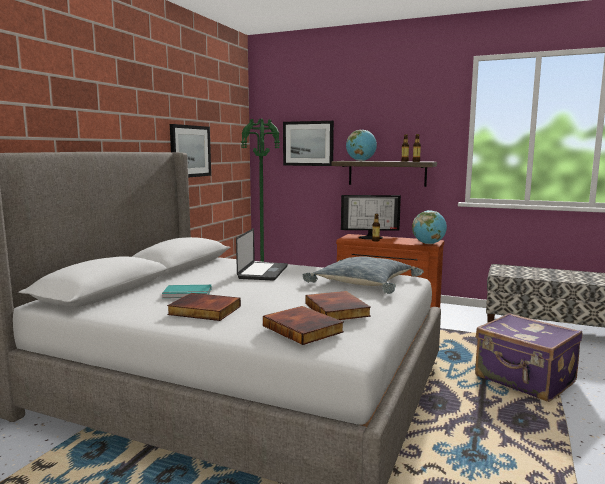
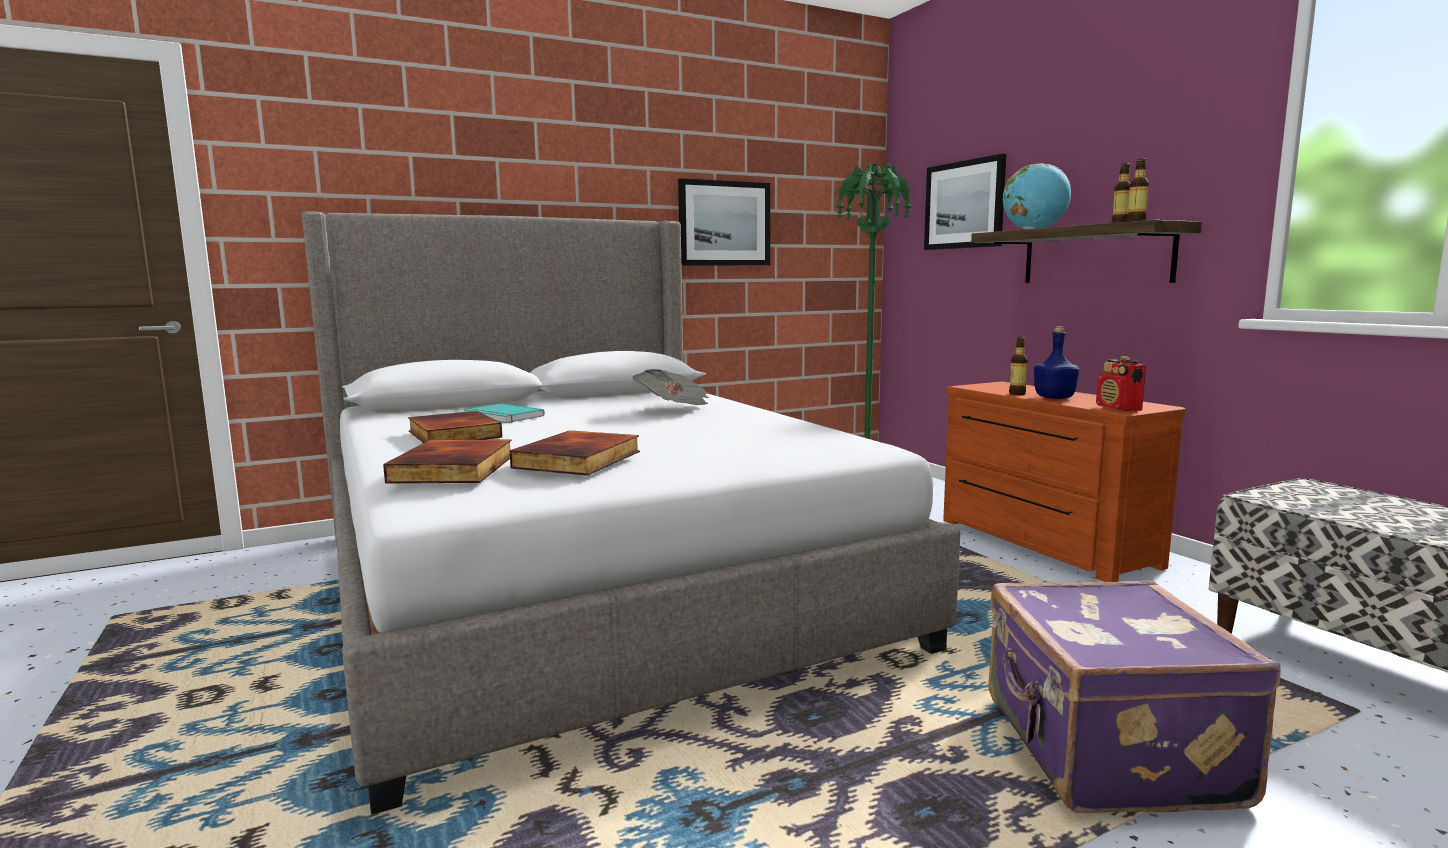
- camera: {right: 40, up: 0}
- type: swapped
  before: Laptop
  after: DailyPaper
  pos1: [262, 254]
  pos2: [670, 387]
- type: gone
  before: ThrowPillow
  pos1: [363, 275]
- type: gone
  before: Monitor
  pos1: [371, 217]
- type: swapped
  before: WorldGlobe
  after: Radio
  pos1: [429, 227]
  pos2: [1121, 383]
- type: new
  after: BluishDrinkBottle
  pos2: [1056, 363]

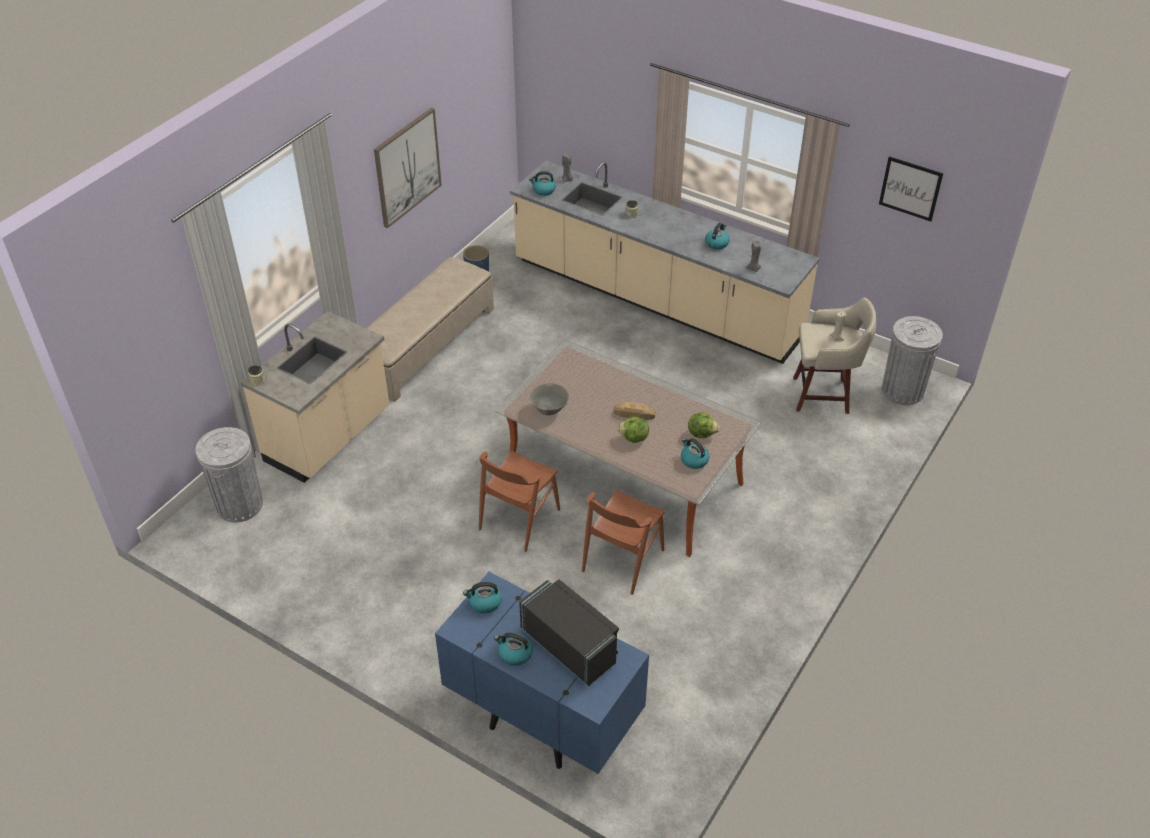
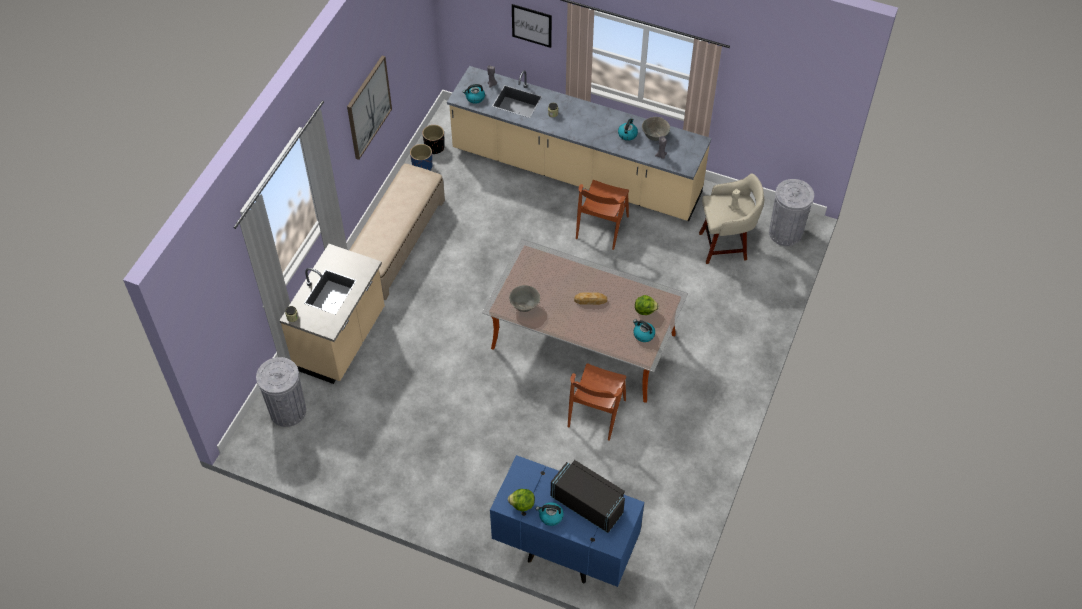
- camera: {right: -10, up: 10}
- type: gone
  before: TeaKettle
  pos1: [482, 597]
- type: shifted
  before: BrownUprightChair
  pos1: [519, 501]
  pos2: [602, 215]
- type: shifted
  before: LettuceHead
  pos1: [633, 430]
  pos2: [521, 500]
- type: shifted
  before: WallArt
  pos1: [911, 189]
  pos2: [532, 26]
- type: new
  after: BlackColouredPlanter
  pos2: [433, 139]
- type: new
  after: GreyishBowl
  pos2: [656, 129]

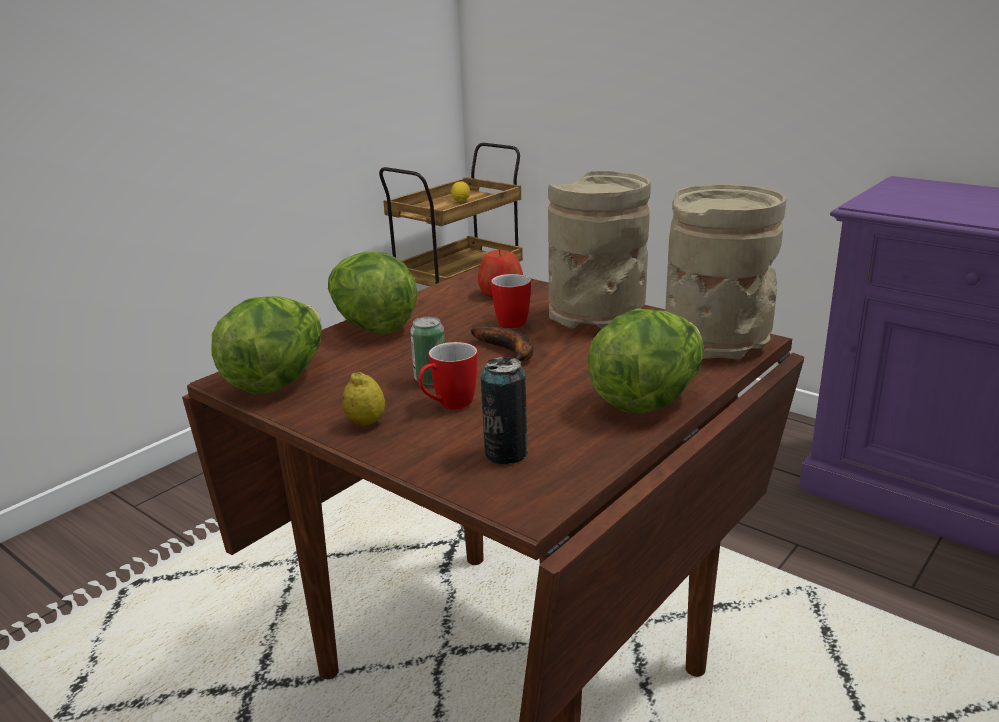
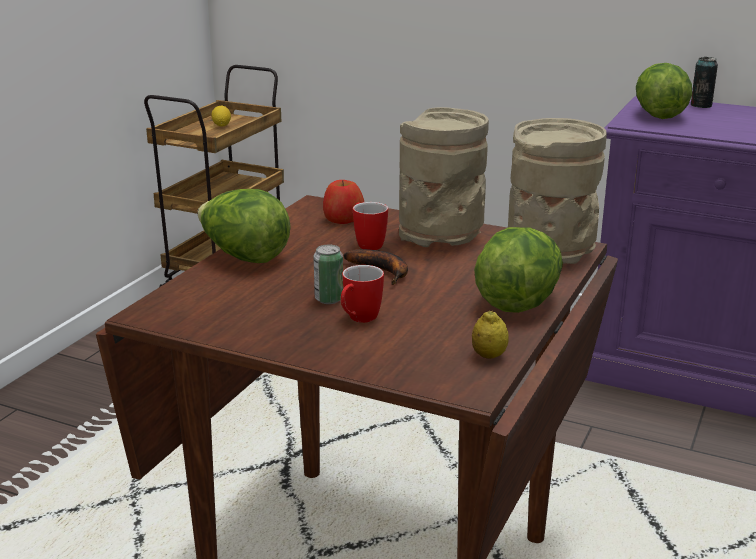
- camera: {right: -15, up: 0}
- type: shifted
  before: LettuceHead
  pos1: [267, 345]
  pos2: [664, 91]
- type: shifted
  before: CitrusFruit
  pos1: [363, 399]
  pos2: [490, 335]
- type: shifted
  before: SealedCan
  pos1: [505, 411]
  pos2: [704, 82]

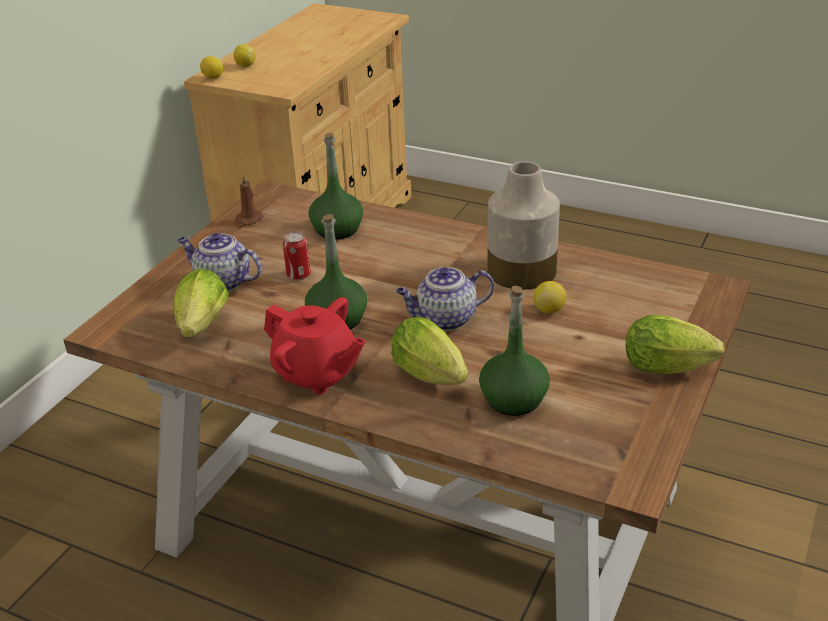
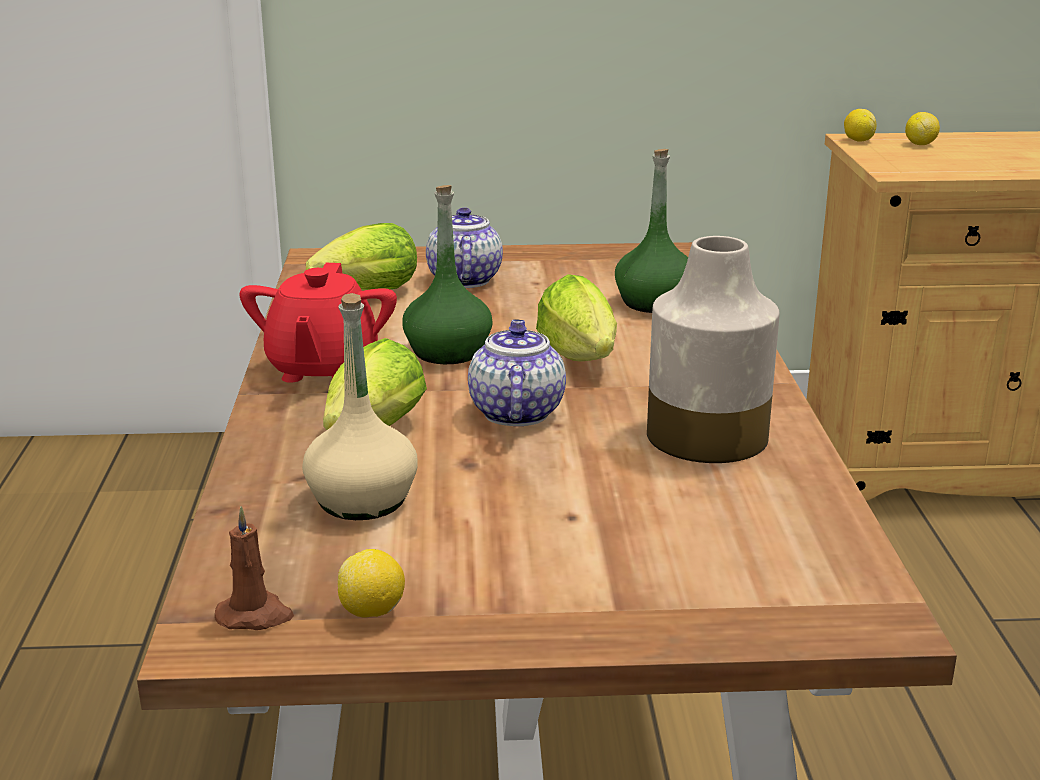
- camera: {right: 60, up: -10}
- type: shifted
  before: BrownWaxCandle
  pos1: [249, 199]
  pos2: [254, 568]
- type: gone
  before: SealedCan
  pos1: [297, 256]
- type: rotated
  before: TeaPot
  pos1: [445, 299]
  pos2: [517, 373]
  turn: 45
- type: repainted
  before: GreenishDrinkBottle
  after: SandColouredDrinkBottle
  pos1: [514, 351]
  pos2: [360, 406]
- type: shifted
  before: CitrusFruit
  pos1: [550, 297]
  pos2: [371, 583]
- type: shifted
  before: LettuceHead
  pos1: [675, 344]
  pos2: [576, 317]

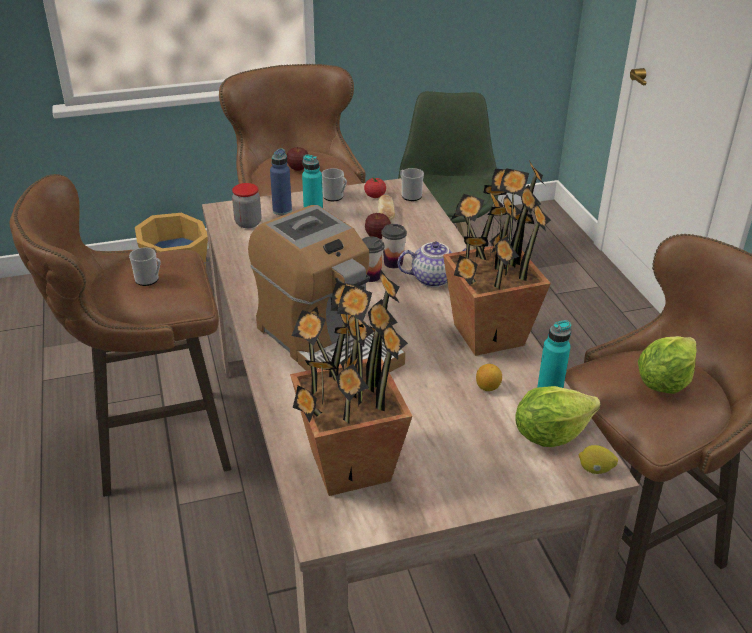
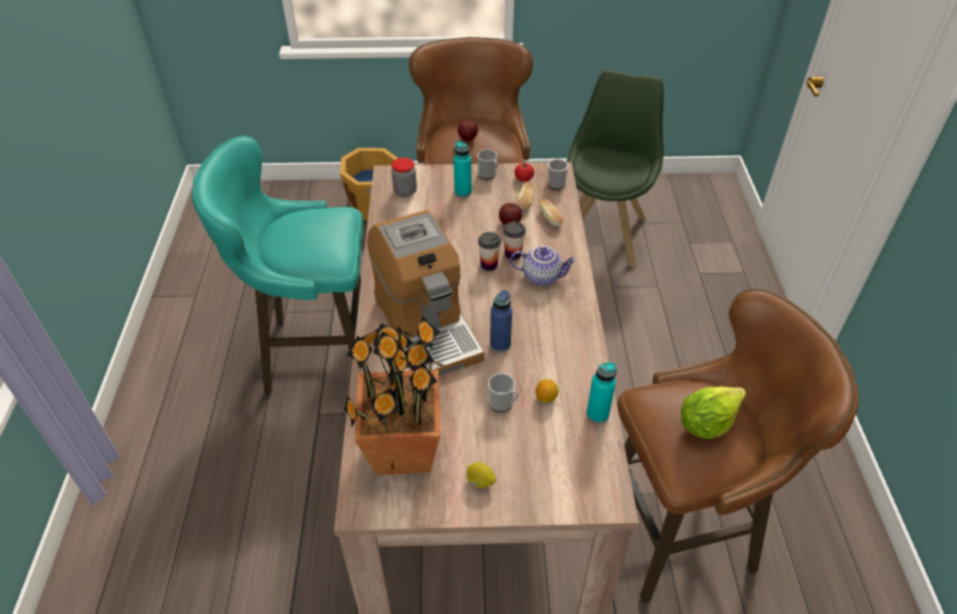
- camera: {right: 15, up: 10}
- type: repainted
  before: BrownSittingStool
  after: TurquoiseSittingStool
  pos1: [120, 335]
  pos2: [277, 265]
- type: shifted
  before: TeaMug
  pos1: [145, 266]
  pos2: [503, 392]
- type: shifted
  before: BluishDrinkBottle
  pos1: [281, 182]
  pos2: [501, 321]
- type: gone
  before: PottedPlant
  pos1: [497, 258]
- type: gone
  before: LettuceHead
  pos1: [558, 416]
- type: shifted
  before: CitrusFruit
  pos1: [598, 459]
  pos2: [481, 475]
- type: new
  after: Bread
  pos2: [551, 212]

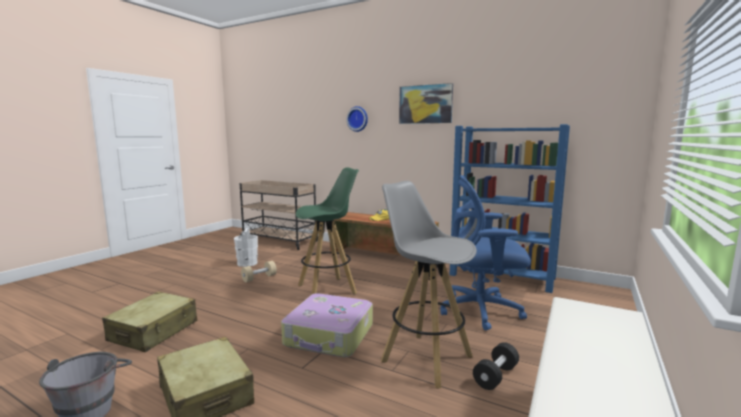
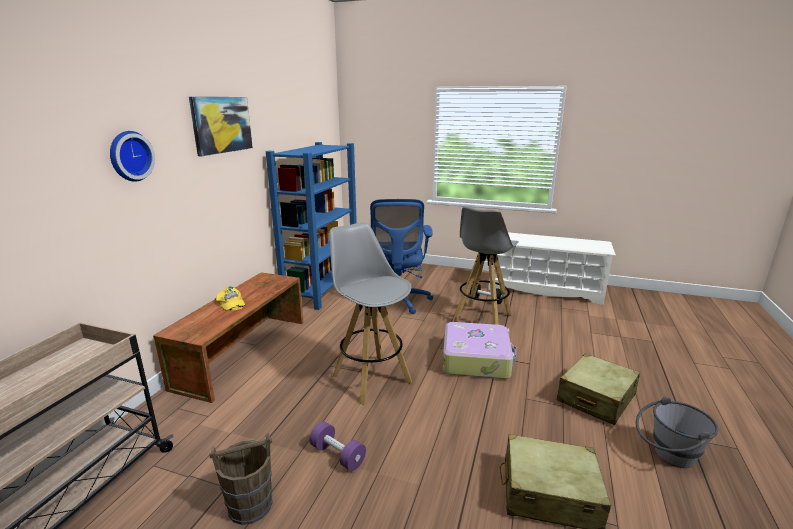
- camera: {right: -100, up: 10}
- type: repainted
  before: WhiteBucket
  after: BrownBucket
  pos1: [246, 246]
  pos2: [241, 479]
- type: repainted
  before: SandColouredHandWeight
  after: PurplishHandWeight
  pos1: [259, 271]
  pos2: [337, 446]
- type: repainted
  before: GreenishSittingStool
  after: GreyishSittingStool
  pos1: [327, 230]
  pos2: [370, 313]

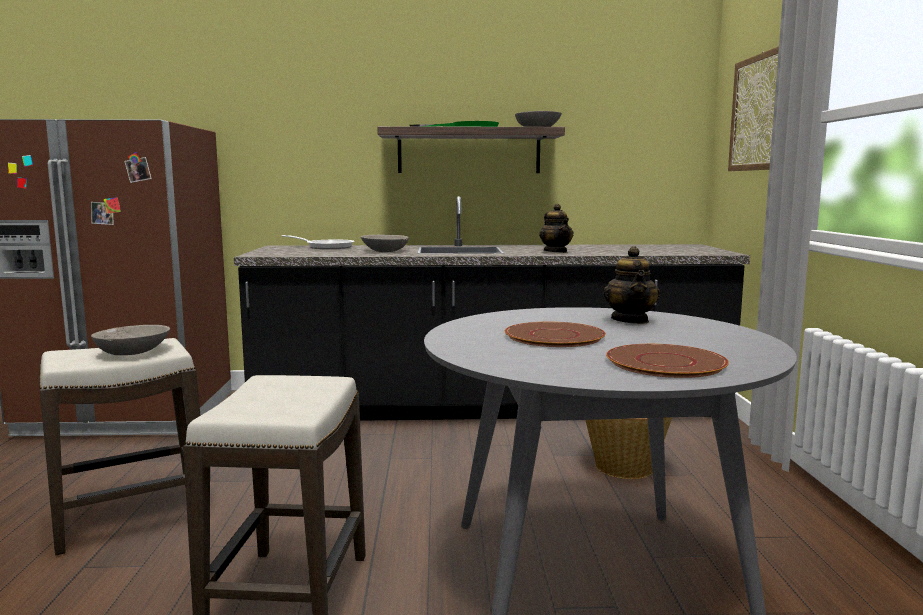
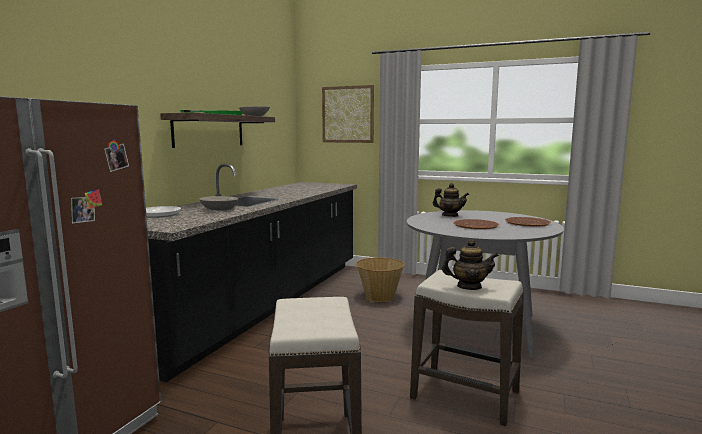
- camera: {right: -65, up: 0}
- type: gone
  before: GreyishBowl
  pos1: [130, 340]
- type: shifted
  before: TeaPot
  pos1: [556, 228]
  pos2: [470, 264]

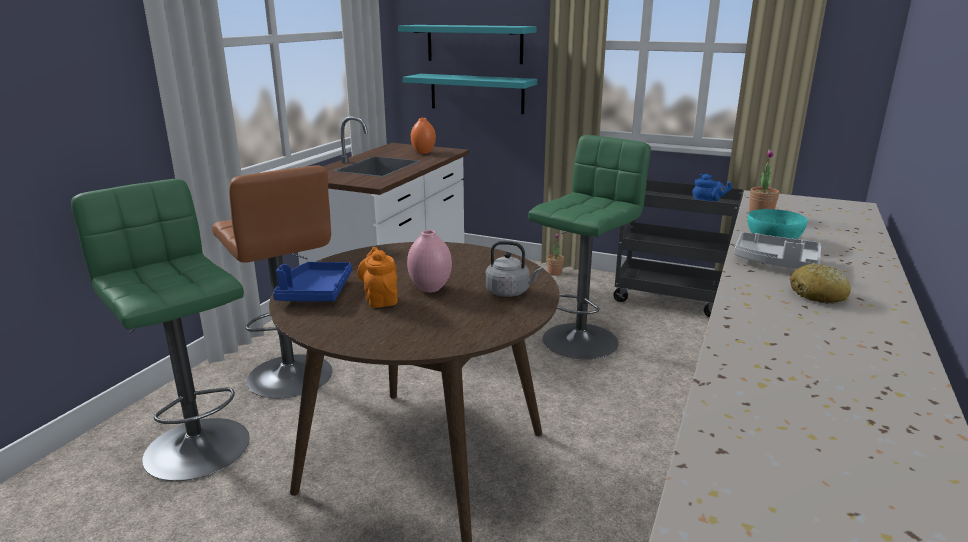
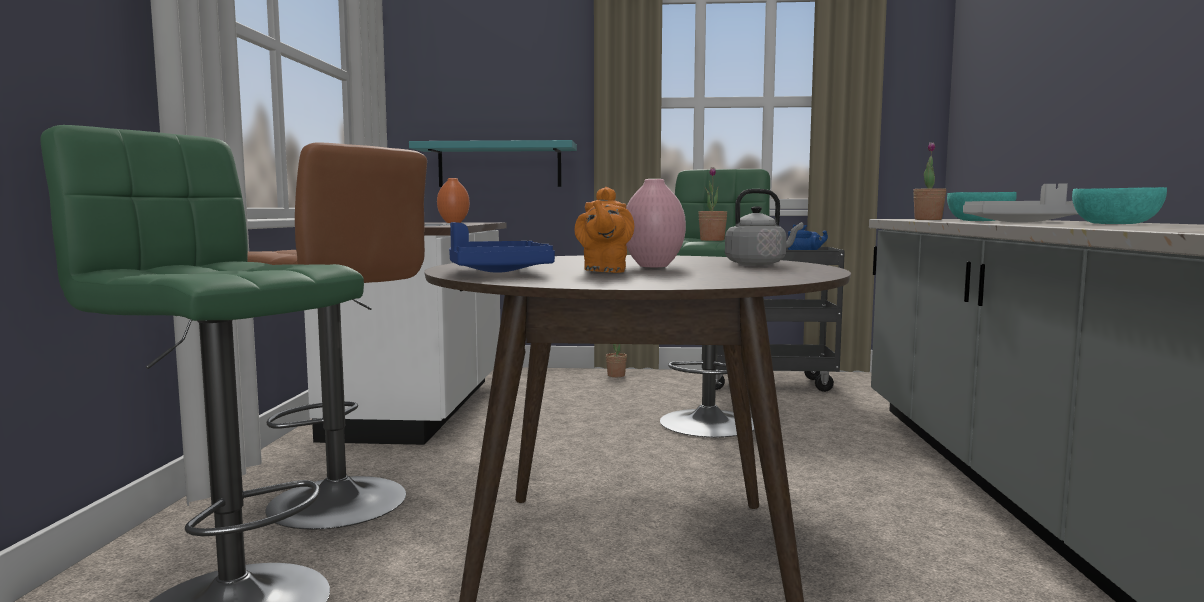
- camera: {right: -20, up: -15}
- type: rotated
  before: OrangeTeaPot
  pos1: [377, 277]
  pos2: [604, 230]
  turn: -135
- type: gone
  before: TurquoiseWallShelf
  pos1: [467, 44]
- type: swapped
  before: Bread
  after: TurquoiseBowl
  pos1: [820, 283]
  pos2: [1119, 205]
- type: new
  after: PottedPlant
  pos2: [712, 204]

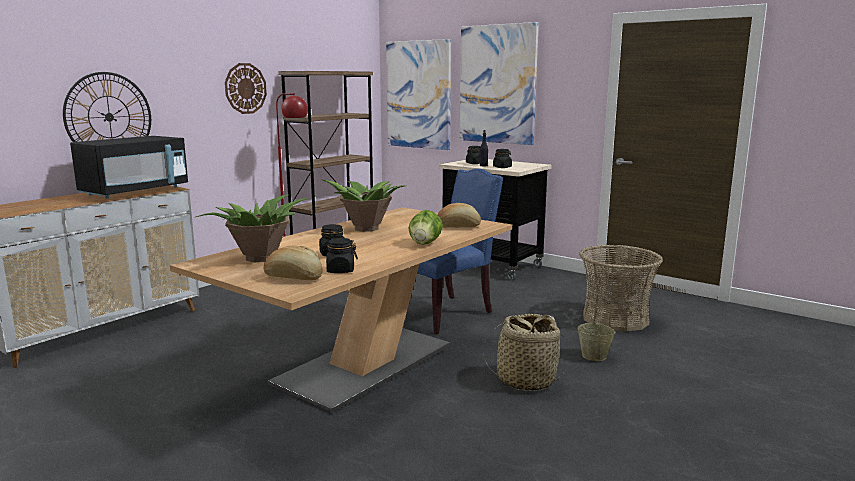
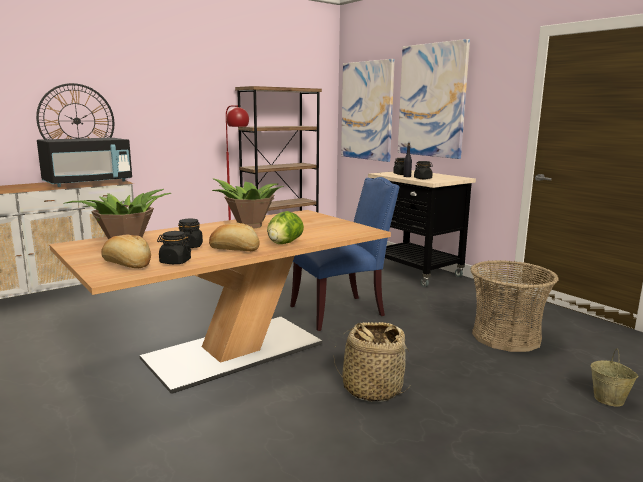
- camera: {right: 15, up: 0}
- type: gone
  before: WallClock
  pos1: [246, 88]
- type: shifted
  before: Bread
  pos1: [459, 215]
  pos2: [234, 237]
- type: shifted
  before: SandColouredBucket
  pos1: [596, 335]
  pos2: [615, 377]

